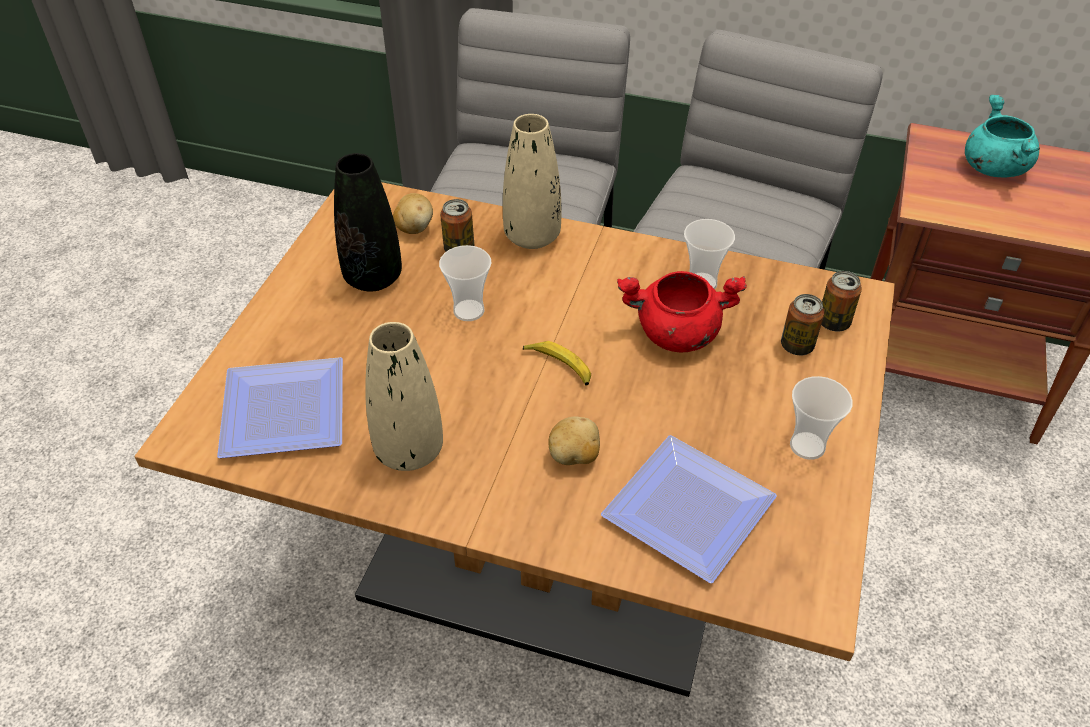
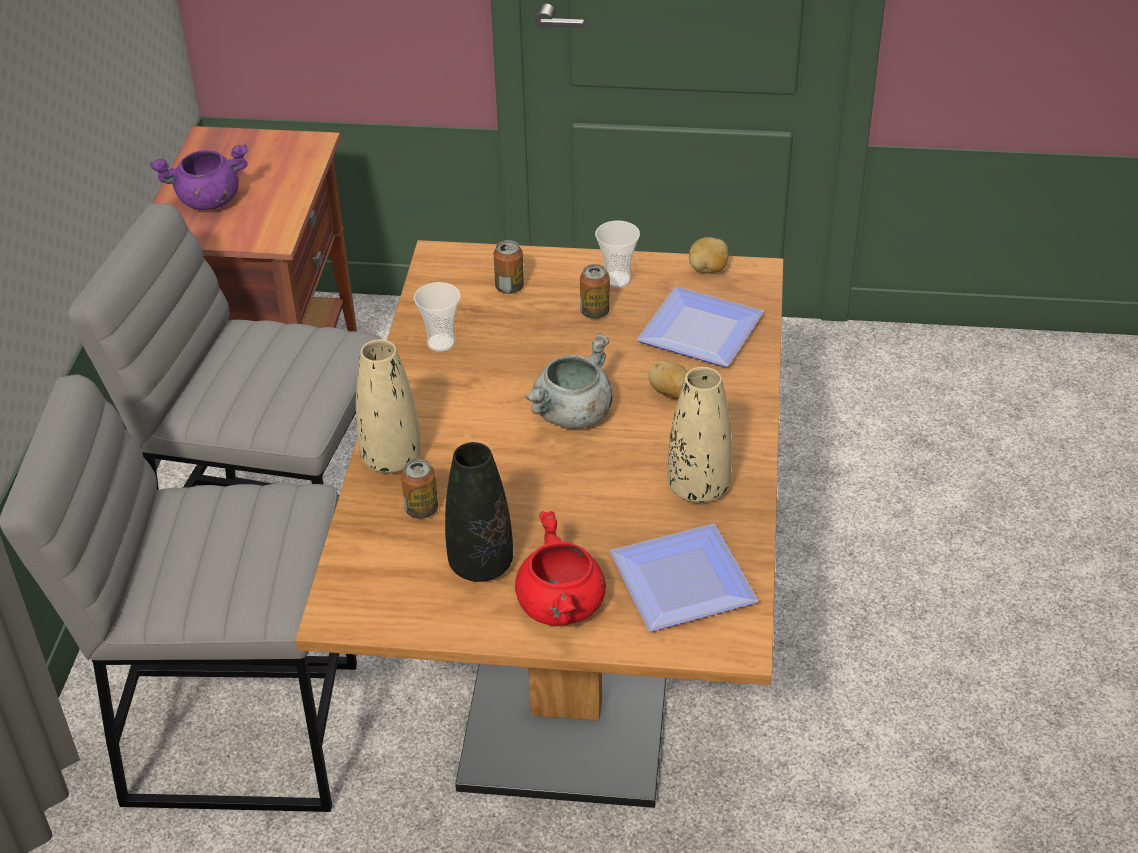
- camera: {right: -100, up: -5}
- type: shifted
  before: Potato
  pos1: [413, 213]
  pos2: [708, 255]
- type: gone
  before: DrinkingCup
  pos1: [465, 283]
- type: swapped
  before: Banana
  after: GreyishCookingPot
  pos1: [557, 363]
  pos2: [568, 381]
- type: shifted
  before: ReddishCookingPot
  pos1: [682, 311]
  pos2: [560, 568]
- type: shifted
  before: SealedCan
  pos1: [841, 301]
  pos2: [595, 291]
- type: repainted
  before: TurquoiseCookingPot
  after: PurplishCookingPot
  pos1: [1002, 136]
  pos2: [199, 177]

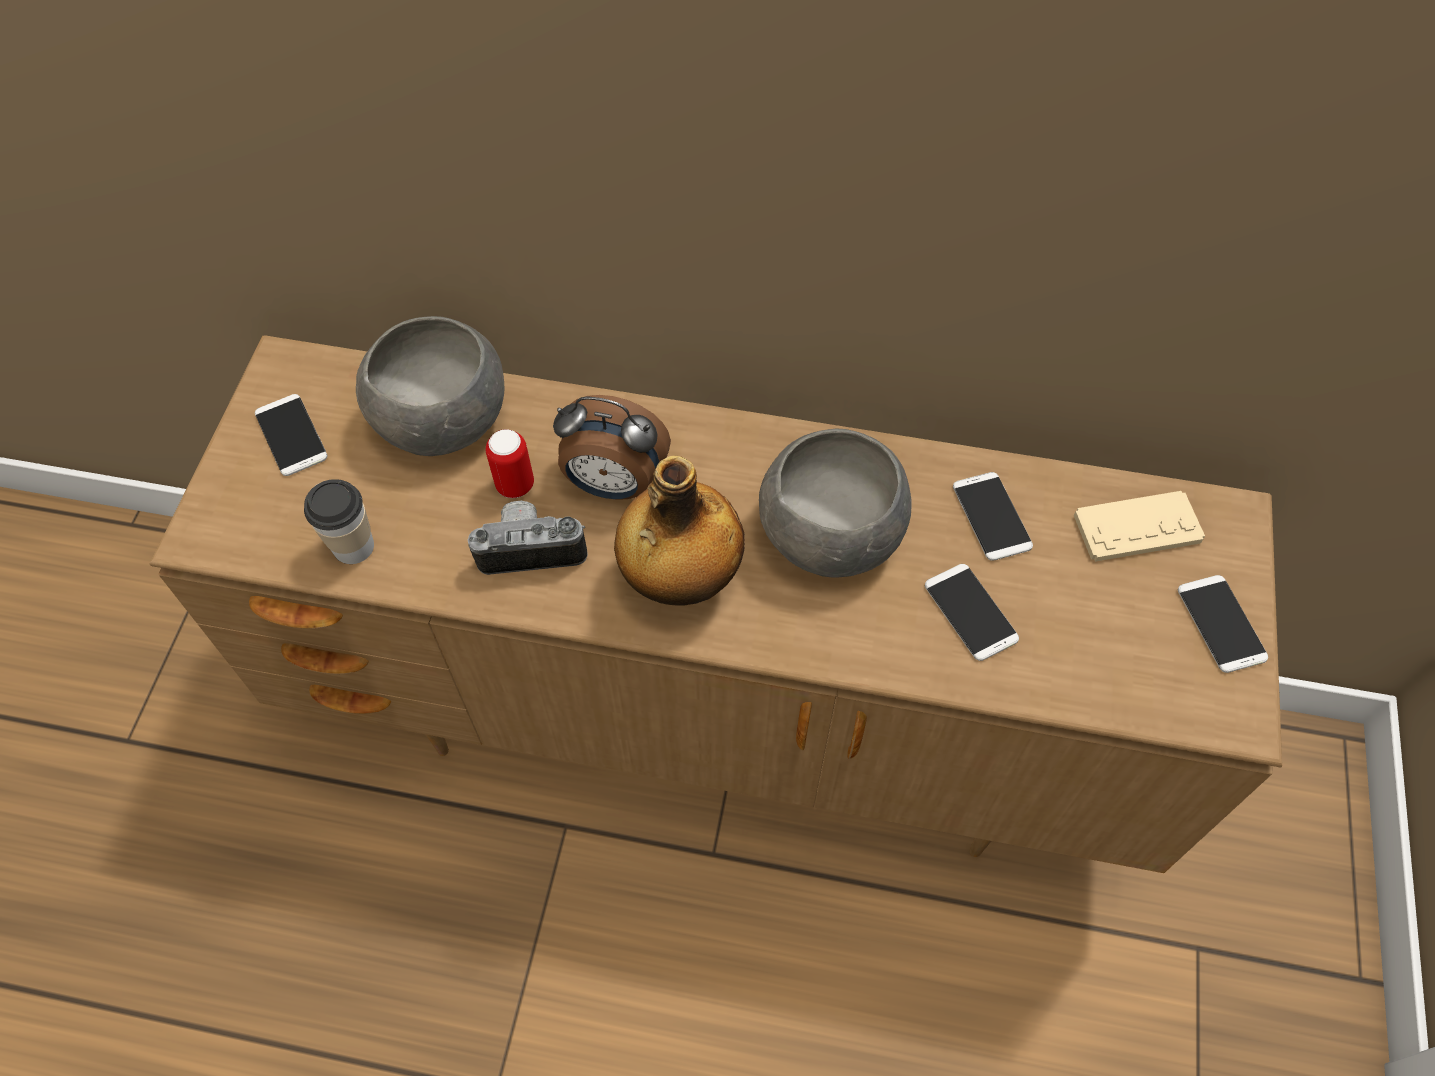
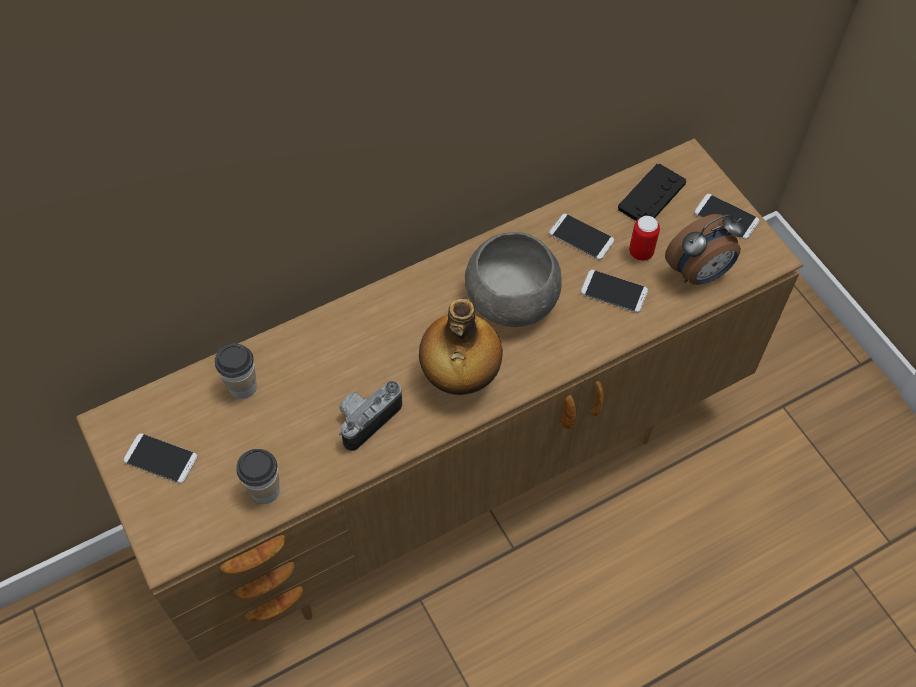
- camera: {right: -40, up: 0}
- type: swapped
  before: GreyishBowl
  after: DrinkingCup
  pos1: [430, 386]
  pos2: [236, 371]
- type: shifted
  before: SealedCan
  pos1: [510, 463]
  pos2: [644, 238]
- type: shifted
  before: TableClock
  pos1: [612, 447]
  pos2: [704, 249]
- type: repainted
  before: SandColouredGameController
  after: BlackColouredGameController
  pos1: [1139, 526]
  pos2: [652, 192]

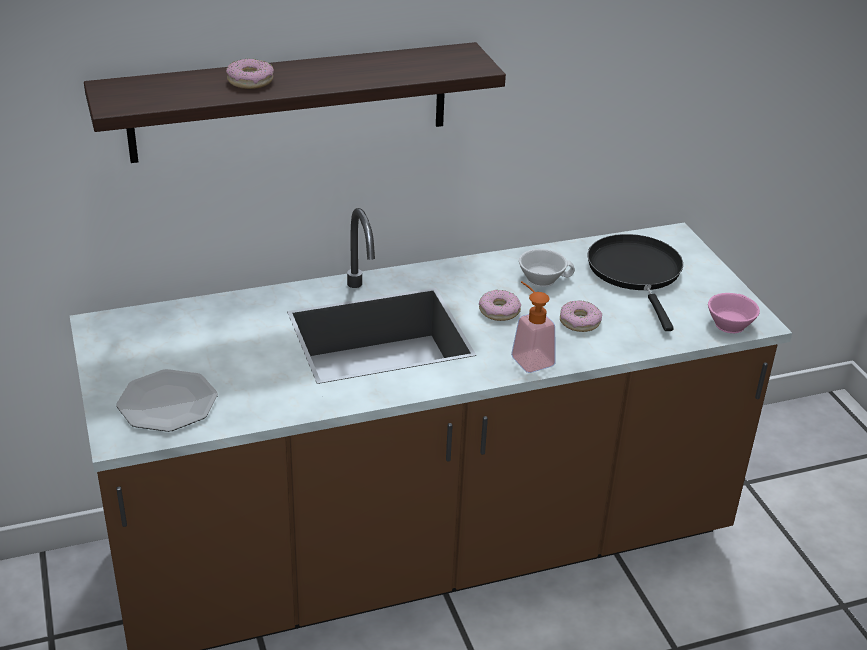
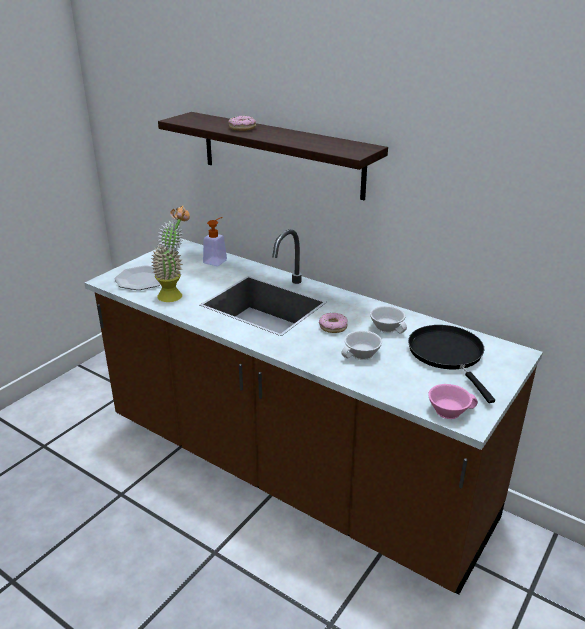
- camera: {right: 55, up: -5}
- type: shifted
  before: SoapDispenser
  pos1: [533, 327]
  pos2: [215, 241]
- type: swapped
  before: Doughnut
  after: WhiteDrinkingCup
  pos1: [581, 316]
  pos2: [361, 345]
- type: rotated
  before: BlackColouredSkillet
  pos1: [635, 282]
  pos2: [451, 364]
  turn: -60
- type: new
  after: PottedPlant
  pos2: [170, 254]

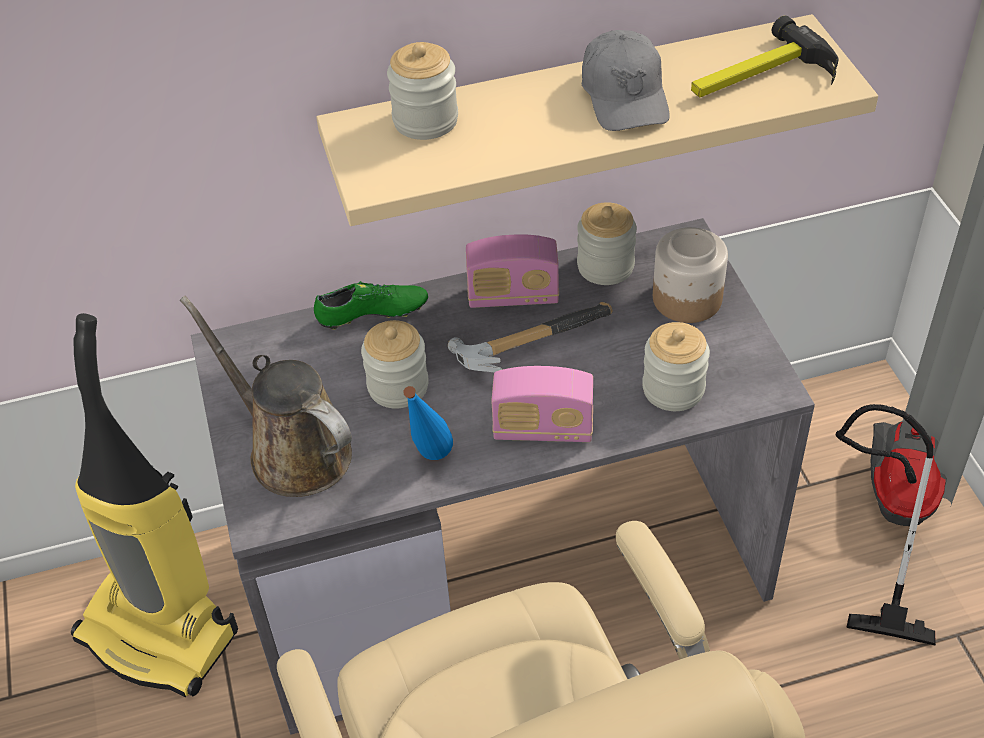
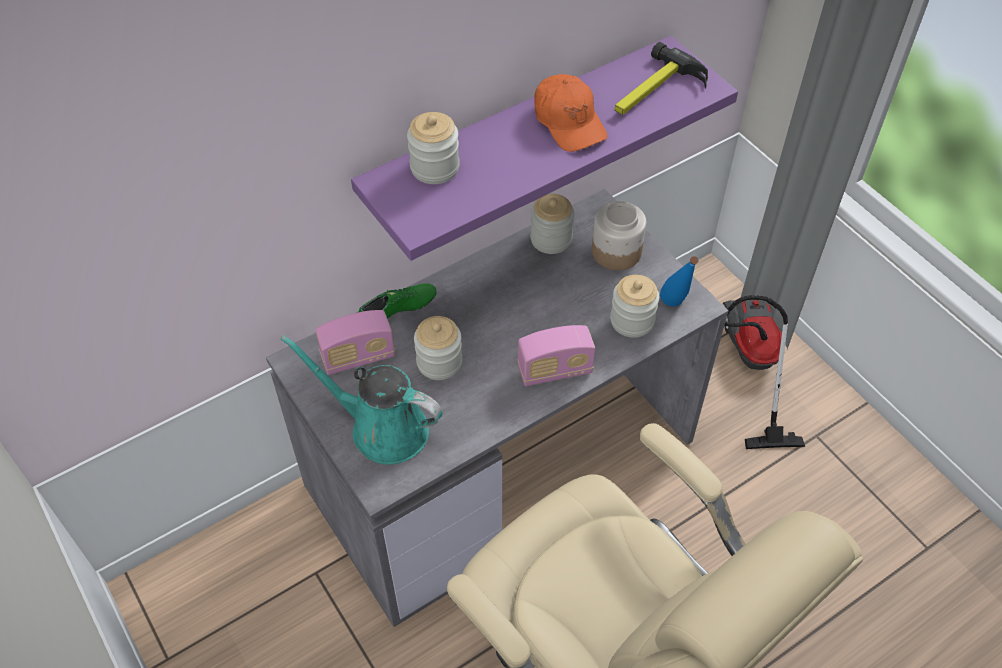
- camera: {right: -20, up: 5}
- type: gone
  before: Vacuum
  pos1: [154, 505]
- type: repainted
  before: BrownWateringPot
  after: TurquoiseWateringPot
  pos1: [266, 396]
  pos2: [361, 400]
- type: repainted
  before: SandColouredWallShelf
  after: PurplishWallShelf
  pos1: [597, 120]
  pos2: [544, 148]
- type: shifted
  before: BluishDrinkBottle
  pos1: [428, 423]
  pos2: [679, 281]
- type: gone
  before: HandHammer
  pos1: [530, 337]
- type: shifted
  before: Radio
  pos1: [512, 271]
  pos2: [355, 342]
- type: repainted
  before: GreyishCap
  after: OrangeCap
  pos1: [626, 80]
  pos2: [570, 113]

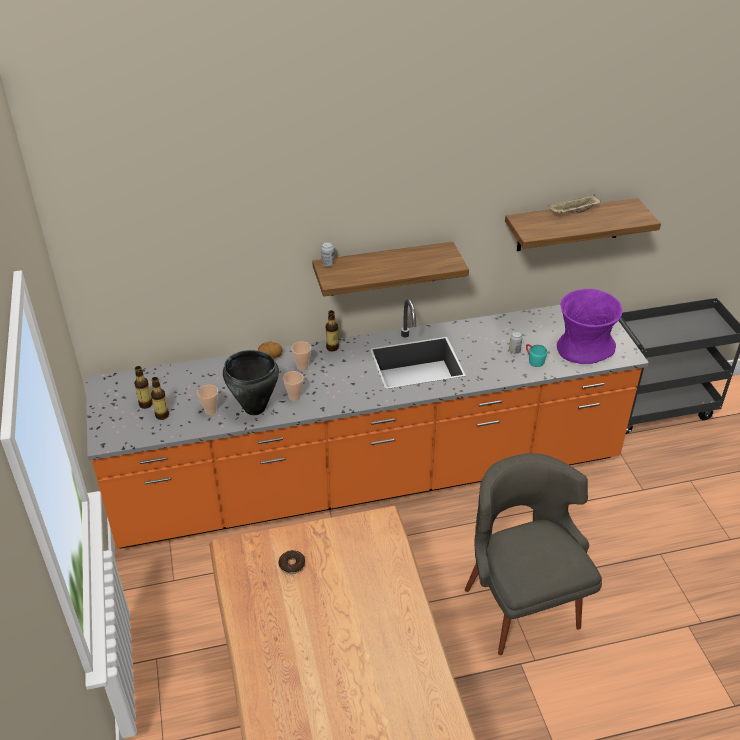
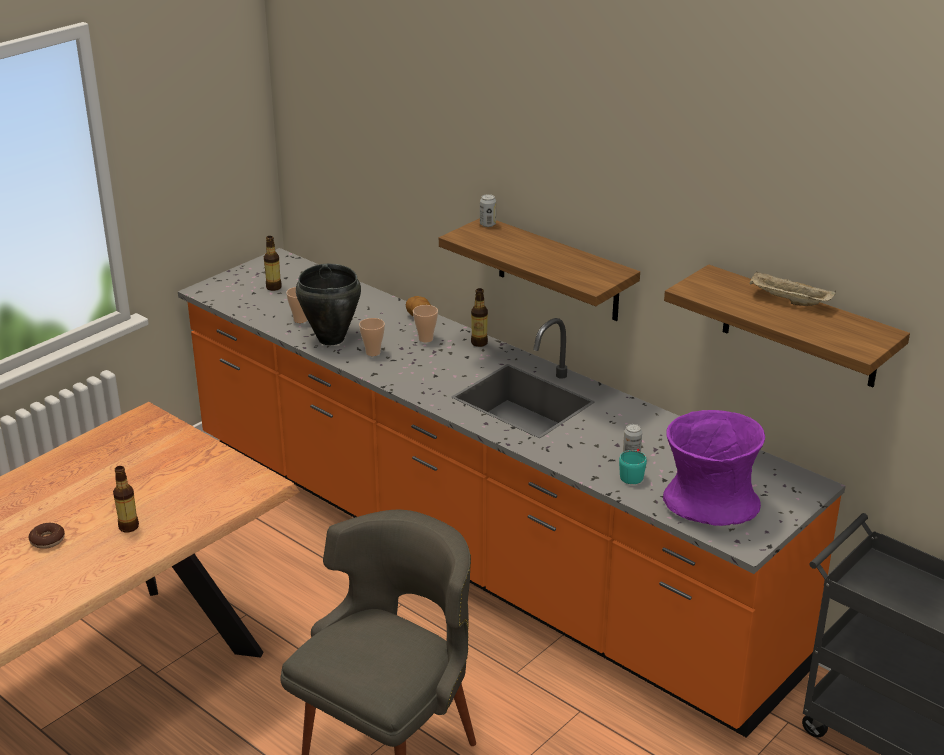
- camera: {right: 55, up: -10}
- type: shifted
  before: DrinkBottle
  pos1: [160, 398]
  pos2: [126, 499]
- type: shifted
  before: Doughnut
  pos1: [292, 562]
  pos2: [47, 536]

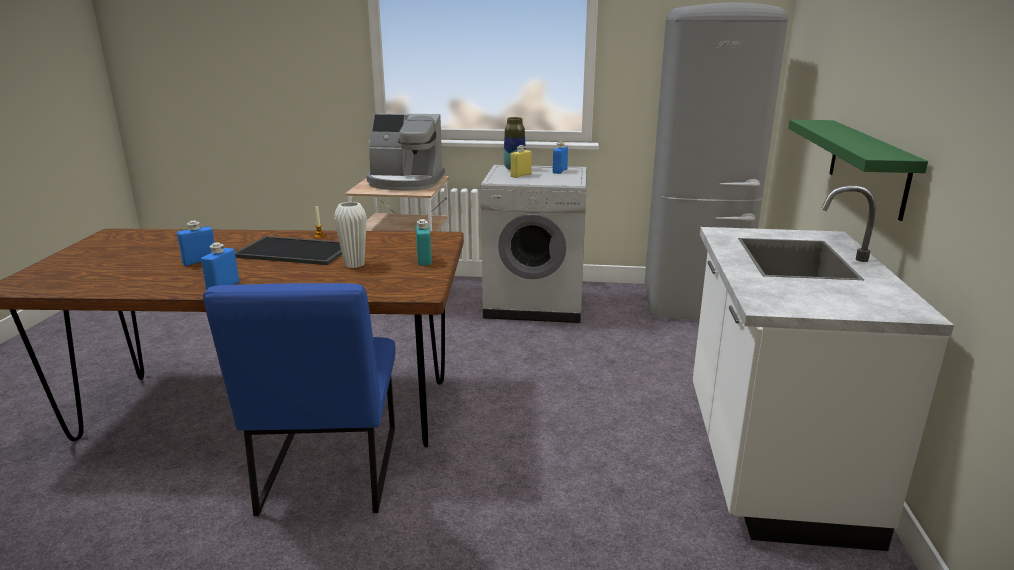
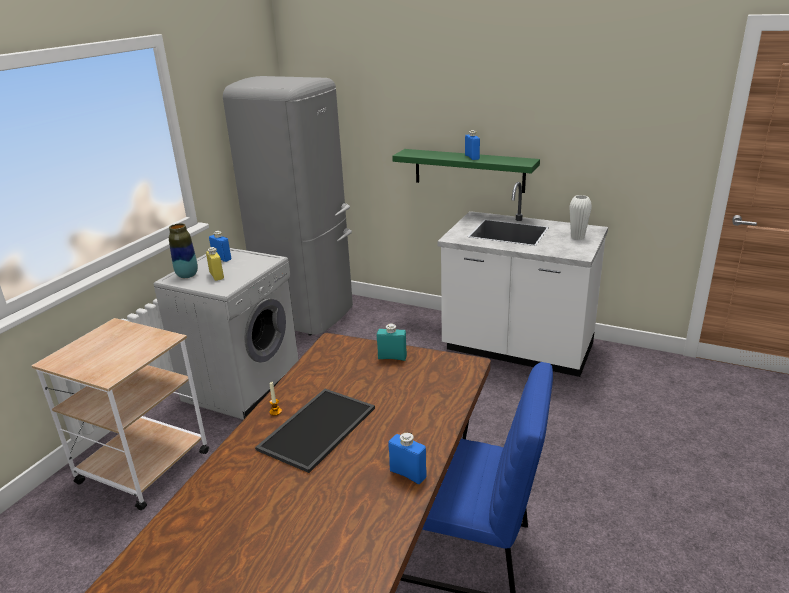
- camera: {right: -70, up: 5}
- type: shifted
  before: BluishDrinkBottle
  pos1: [195, 243]
  pos2: [472, 145]
- type: shifted
  before: WhiteDecorativeVase
  pos1: [350, 235]
  pos2: [580, 217]
- type: gone
  before: CoffeeBrewer
  pos1: [405, 152]

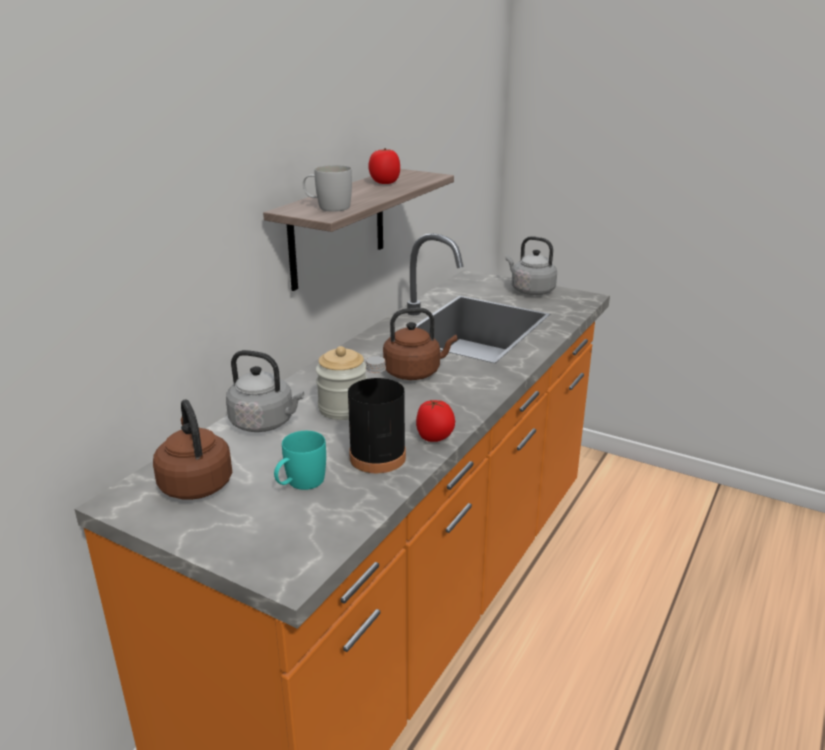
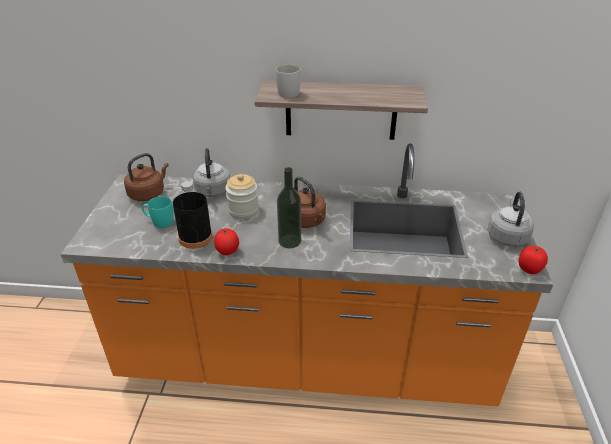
- camera: {right: 65, up: 10}
- type: shifted
  before: WholeTomato
  pos1: [384, 166]
  pos2: [533, 260]
- type: new
  after: DrinkBottle
  pos2: [289, 207]

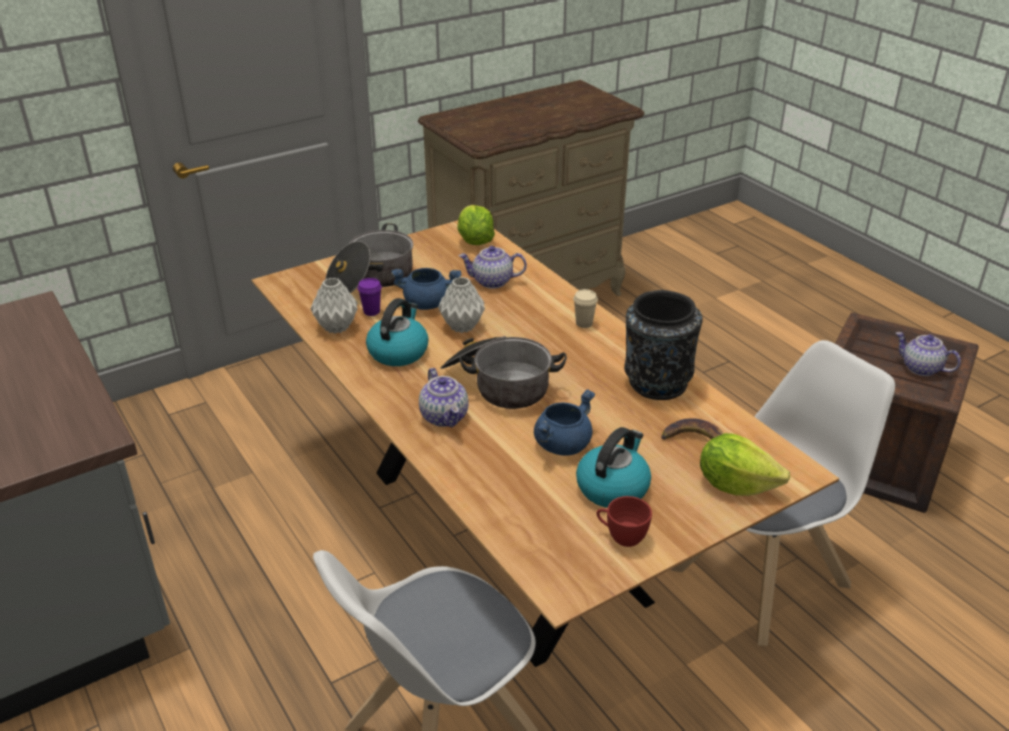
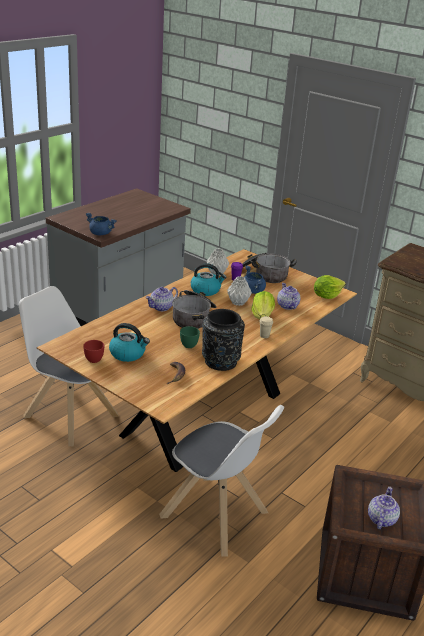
- camera: {right: 70, up: -5}
- type: shifted
  before: BluishCookingPot
  pos1: [564, 422]
  pos2: [101, 224]
- type: shifted
  before: LettuceHead
  pos1: [745, 464]
  pos2: [263, 305]
- type: new
  after: GreenishDrinkingCup
  pos2: [190, 337]

